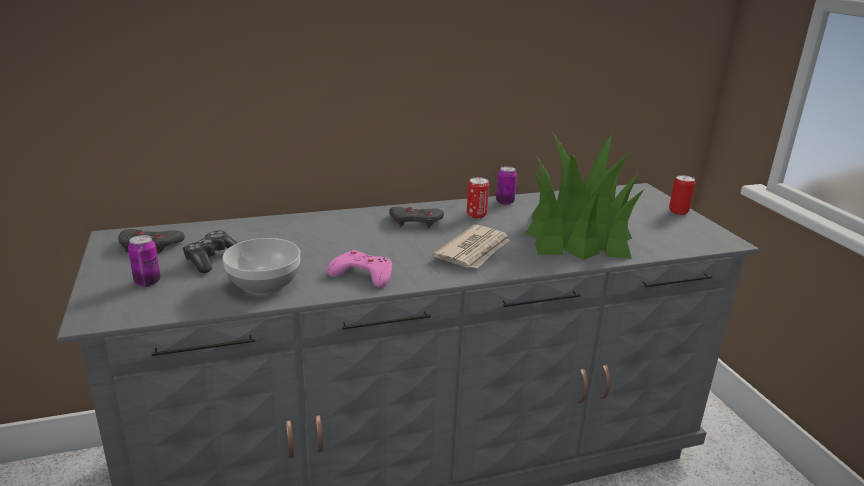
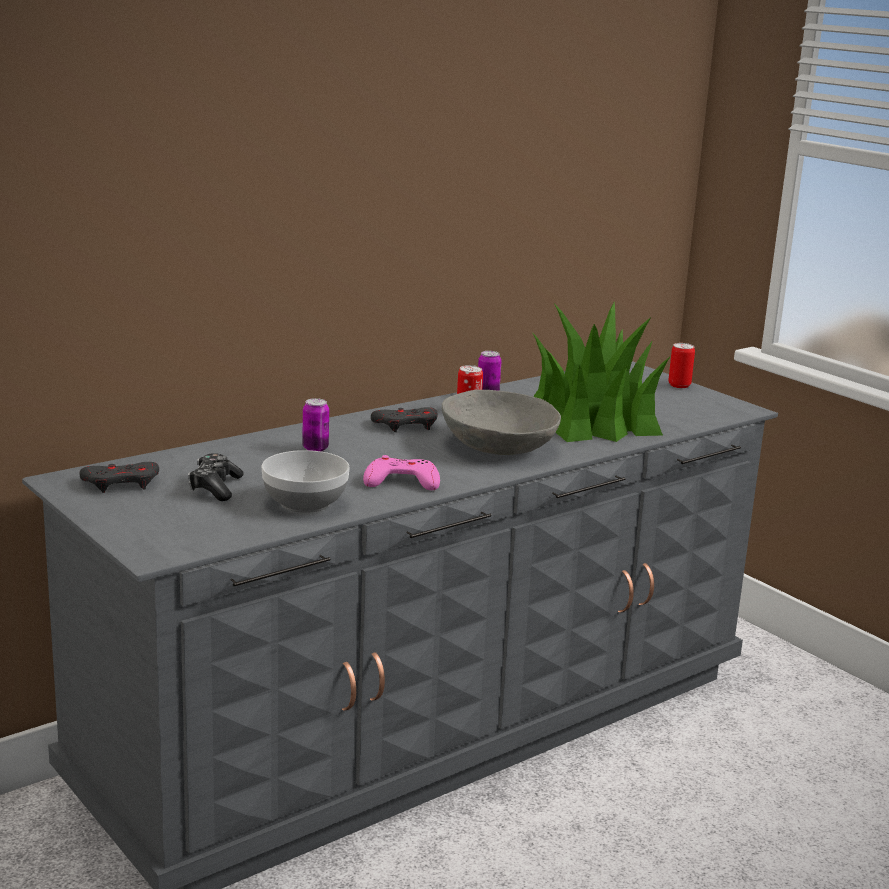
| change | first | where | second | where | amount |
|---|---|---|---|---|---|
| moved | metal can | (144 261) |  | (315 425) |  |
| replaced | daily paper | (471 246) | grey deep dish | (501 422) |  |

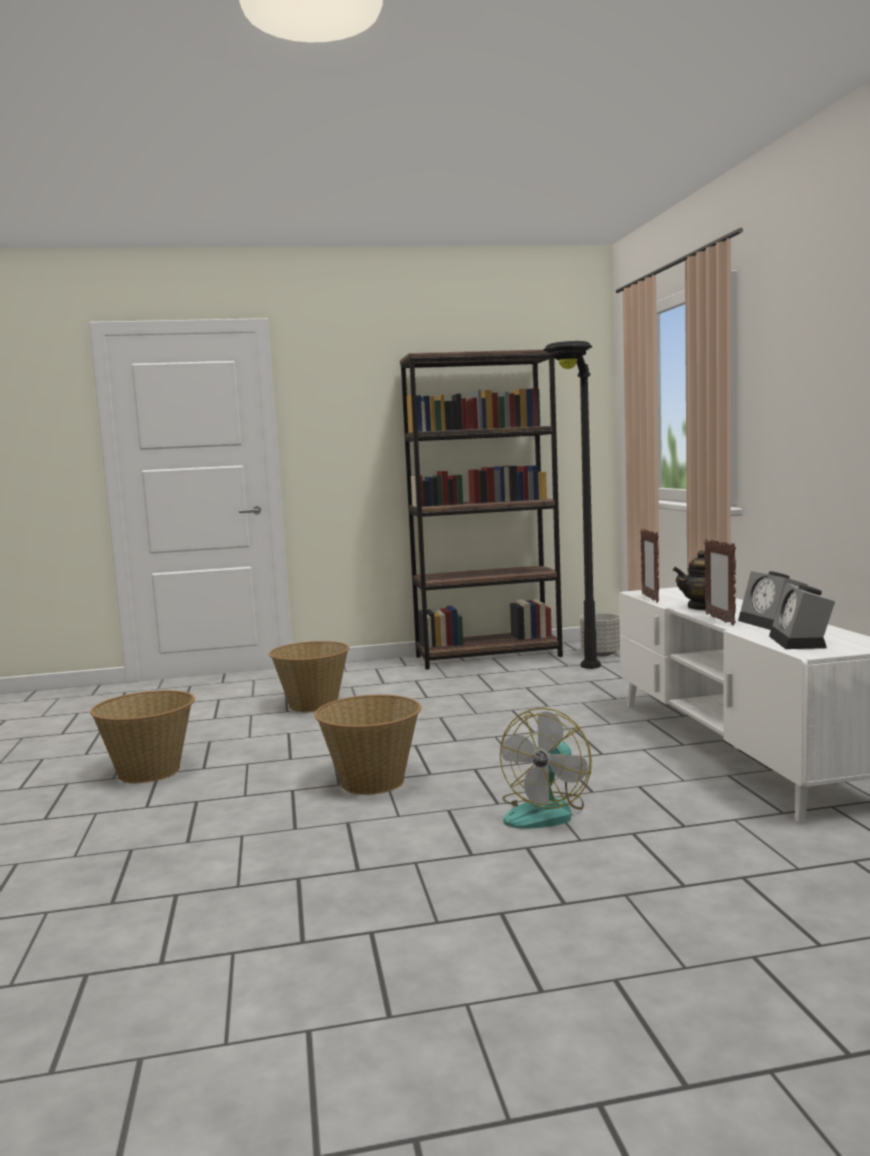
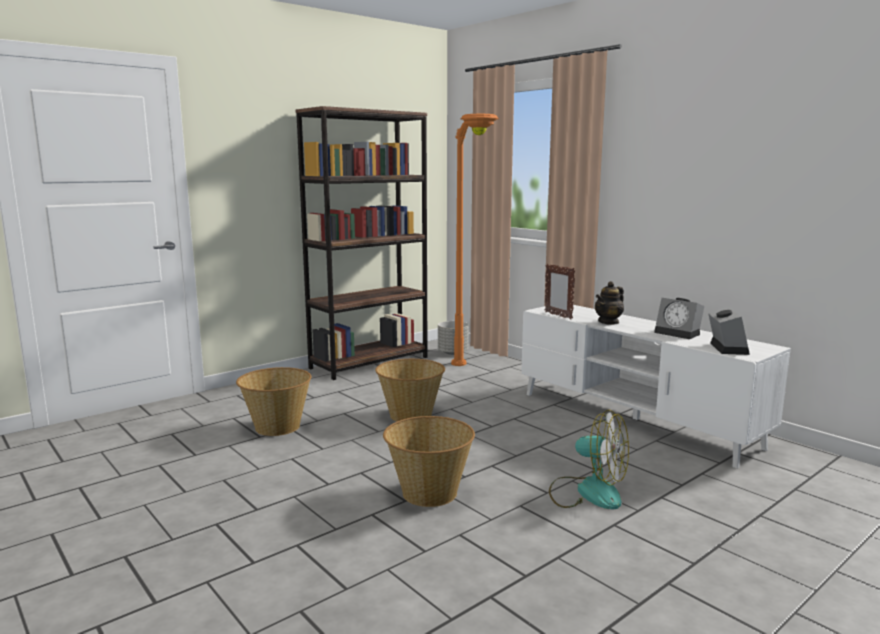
| change | first | where | second | where | amount |
|---|---|---|---|---|---|
| removed | picture frame | (720 582) |  |  |  |
| moved | storage basket | (142 736) |  | (410 390) |  |
| recoloured | blackish floor lamp | (572 505) | orange floor lamp | (475 240) |  |
| turned | electric fan | (546 768) |  | (589 459) | 60 degrees counterclockwise |
| turned | table clock | (802 616) |  | (729 331) | 150 degrees counterclockwise |

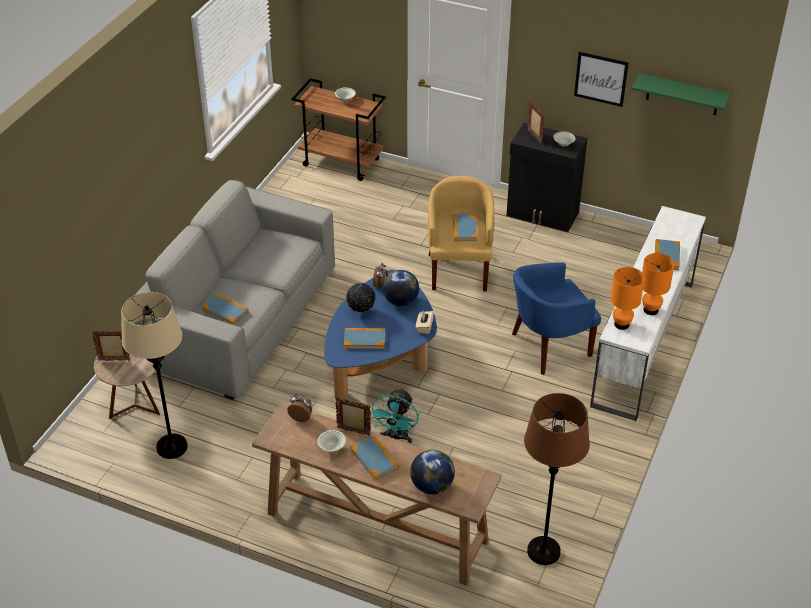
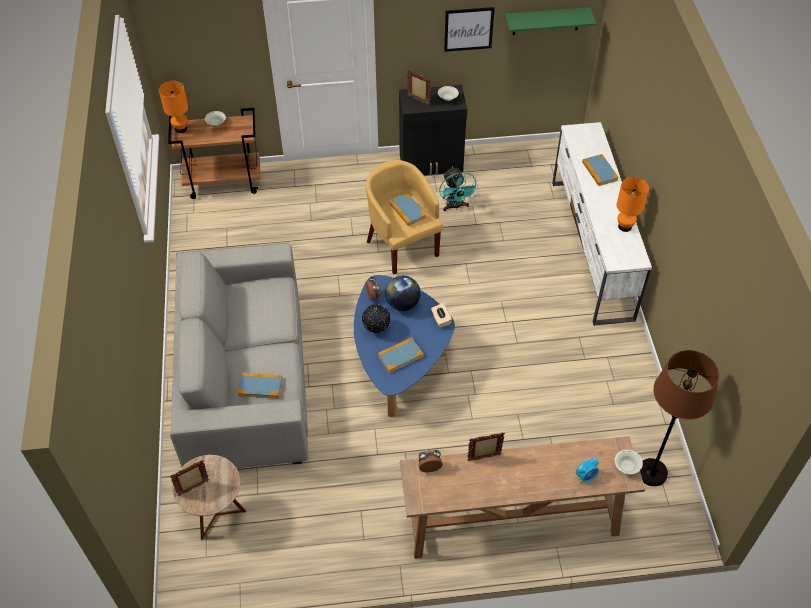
| change | first | where | second | where | amount |
|---|---|---|---|---|---|
| removed | beige floor lamp | (154 375) |  |  |  |
| removed | volume | (375 458) |  |  |  |
| removed | blue-coloured armchair | (556 318) |  |  |  |
| moved | white-coloured deep dish | (331 441) |  | (629 462) |  |
| moved | turquoise-coloured electric fan | (394 415) |  | (459 188) |  |
| moved | orange table lamp | (628 298) |  | (173 107) |  |
| replaced | desk globe | (432 472) | table clock | (587 470) |  |

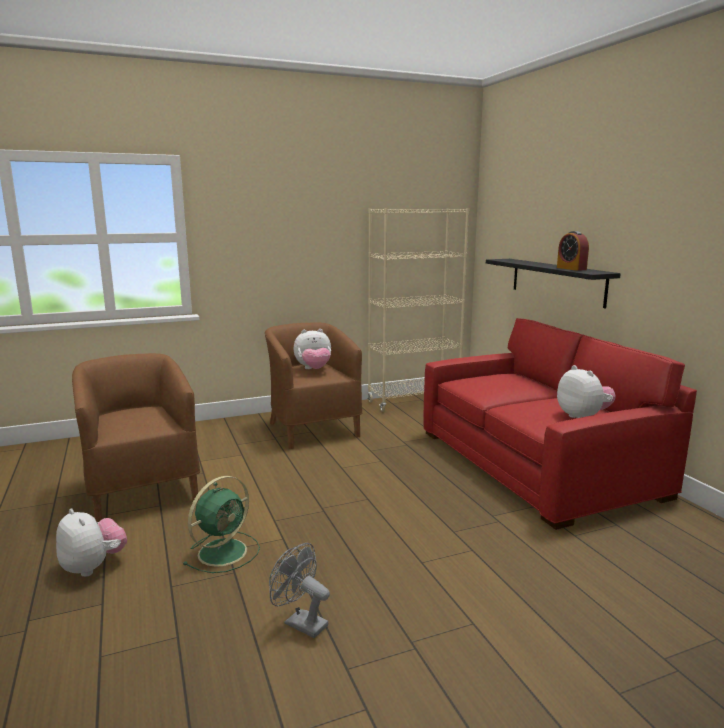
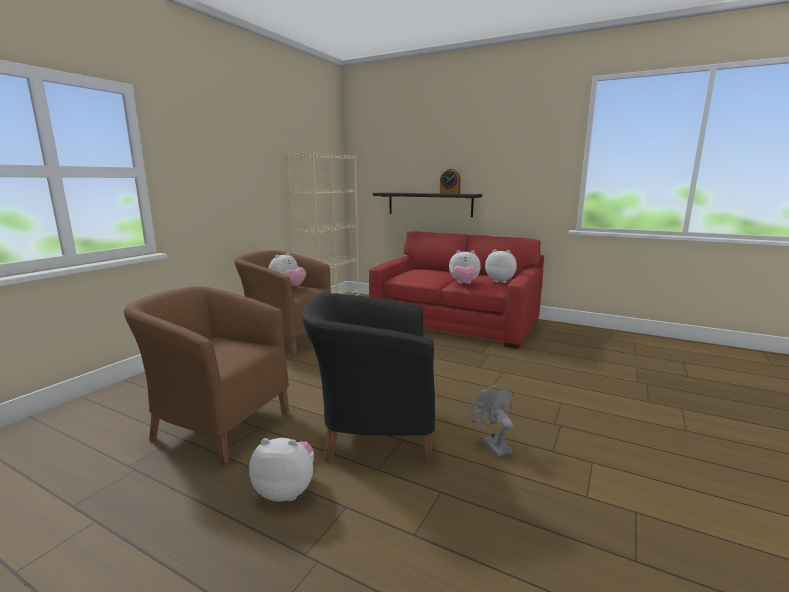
| change | first | where | second | where | amount |
|---|---|---|---|---|---|
| added |  |  | soft toy | (465 267) |  |
| replaced | green electric fan | (221 524) | blackish armchair | (368 378) |  |
| turned | grey electric fan | (299 590) |  | (491 421) | 75 degrees clockwise |

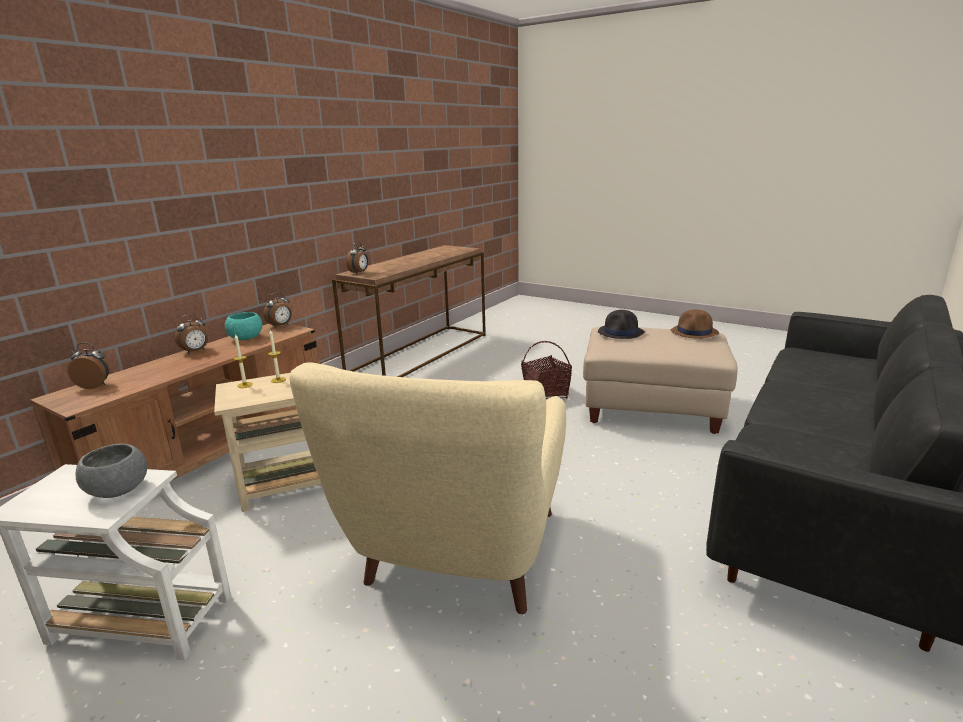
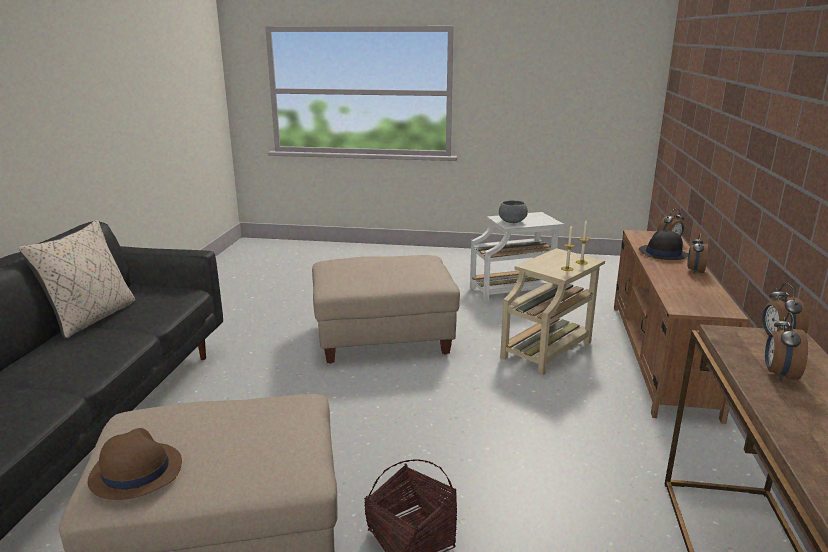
| change | first | where | second | where | amount |
|---|---|---|---|---|---|
| removed | turquoise-coloured deep dish | (243 326) |  |  |  |
| added |  |  | beige throw pillow | (77 279) |  |
| moved | table clock | (278 310) |  | (786 346) |  |
| moved | blackish clothing hat | (621 324) |  | (663 245) |  |
| replaced | beige armchair | (427 488) | beige footrest | (386 309) |  |

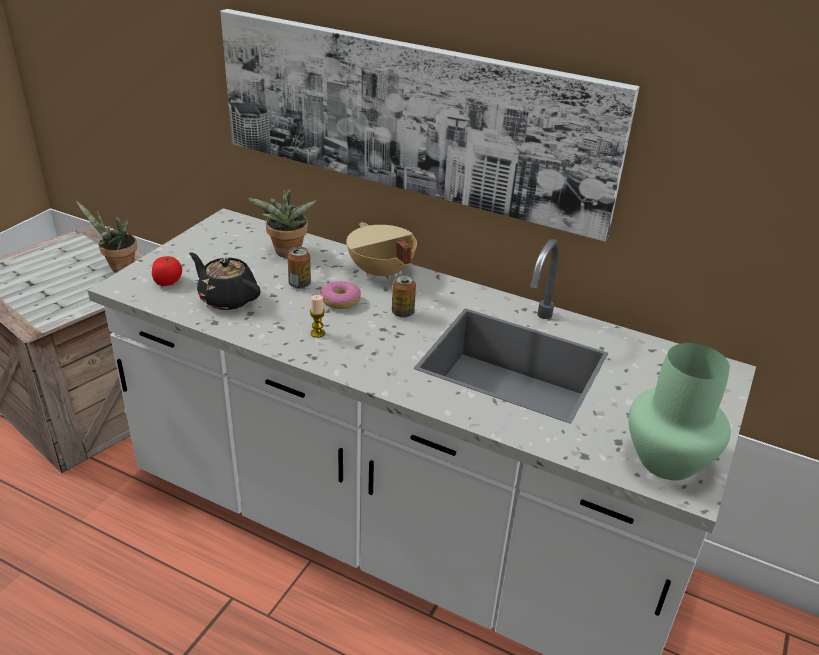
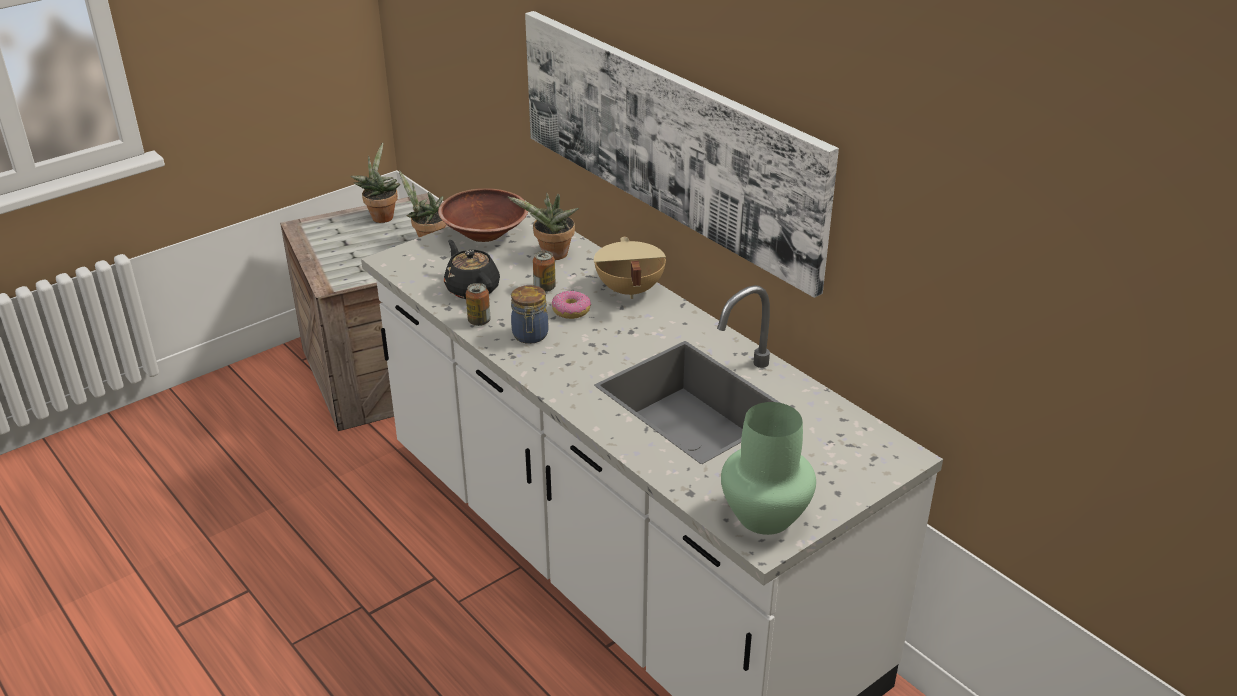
| change | first | where | second | where | amount |
|---|---|---|---|---|---|
| removed | whole tomato | (167 271) |  |  |  |
| added |  |  | potted plant | (375 183) |  |
| added |  |  | brownish deep dish | (483 215) |  |
| moved | metal can | (404 296) |  | (478 304) |  |
| replaced | wax candle | (317 316) | preserve jar | (530 314) |  |

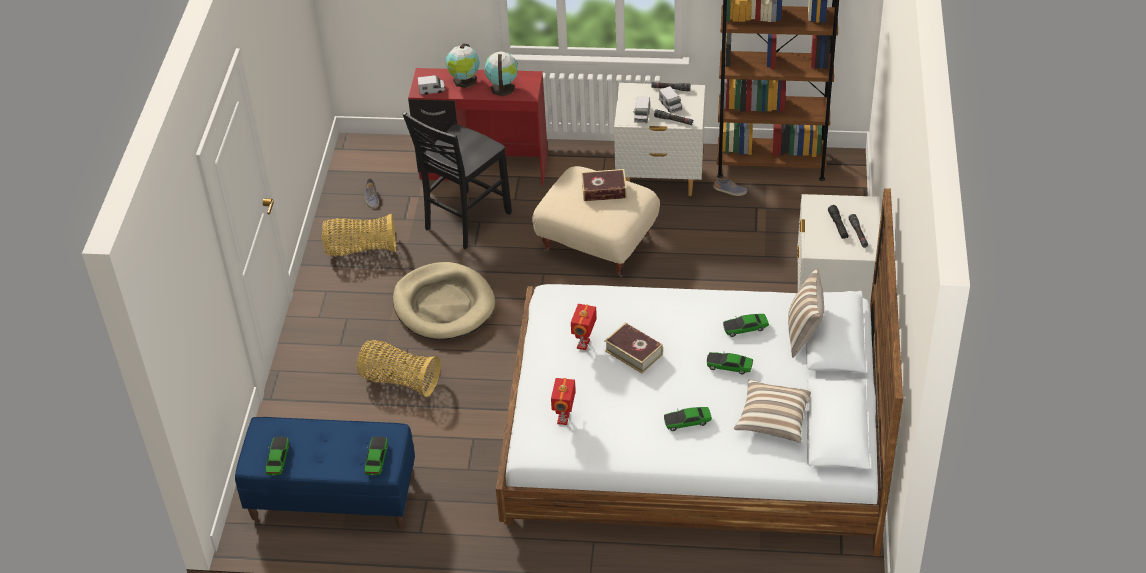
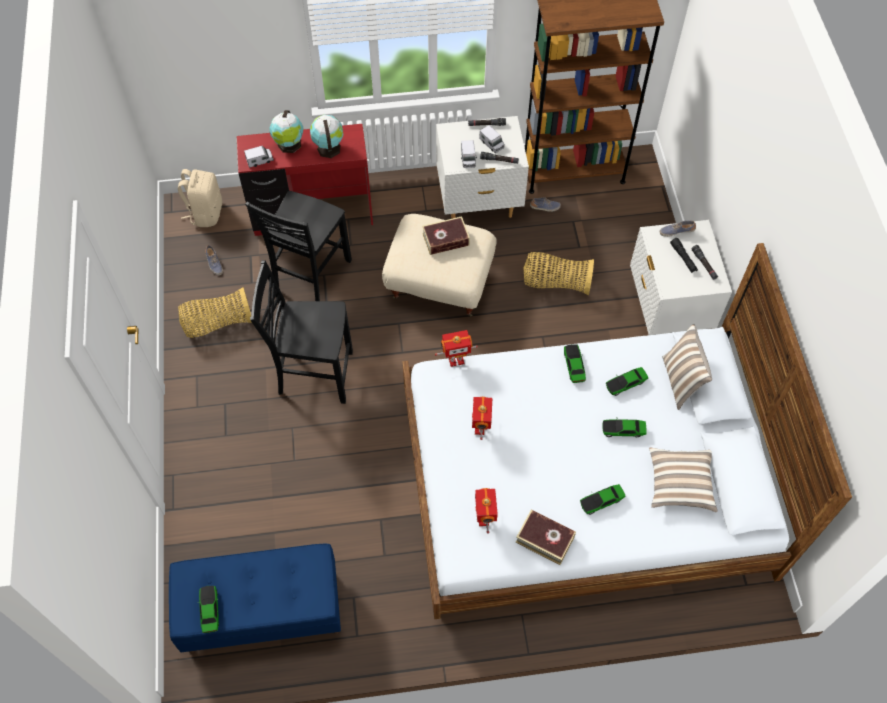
| change | first | where | second | where | amount |
|---|---|---|---|---|---|
| added |  |  | beige knapsack | (200 198) |  |
| added |  |  | model robot | (456 348) |  |
| added |  |  | item of footwear | (678 229) |  |
| moved | storage basket | (399 368) |  | (559 274) |  |
| moved | model car | (376 456) |  | (575 363) |  |
| moved | volume | (633 347) |  | (545 537) |  |
| replaced | beige pet bed | (444 301) | blackish plain chair | (301 332) |  |

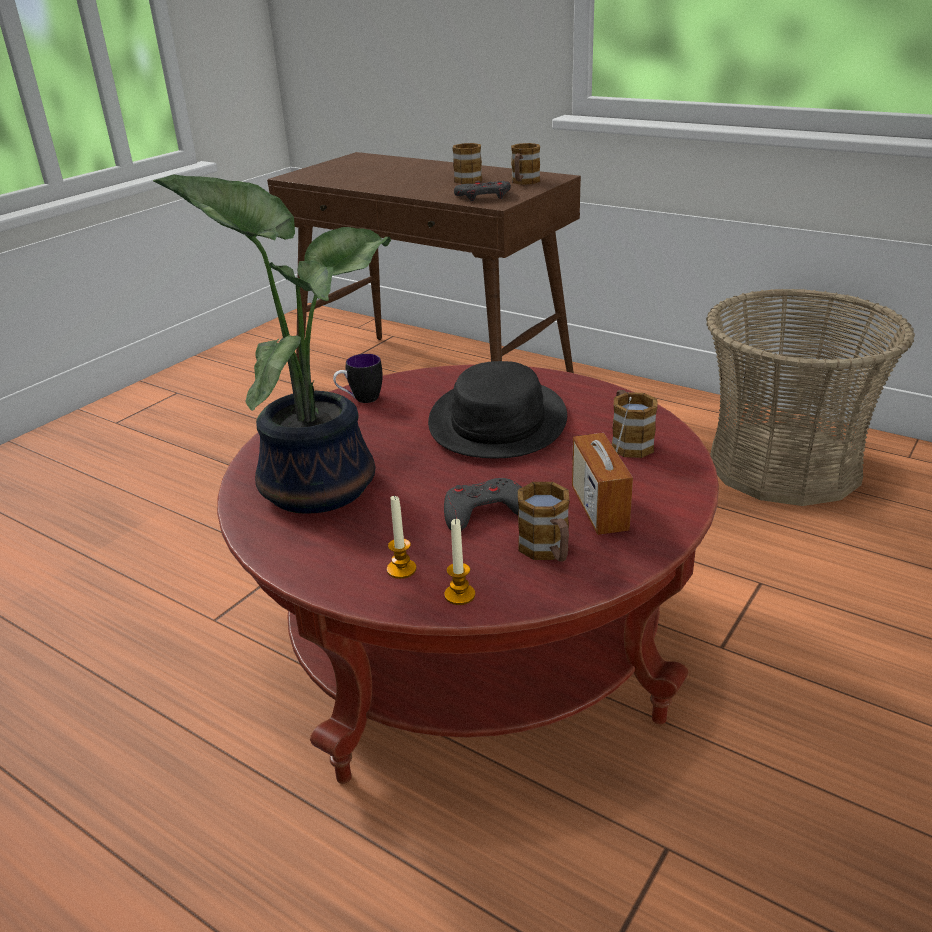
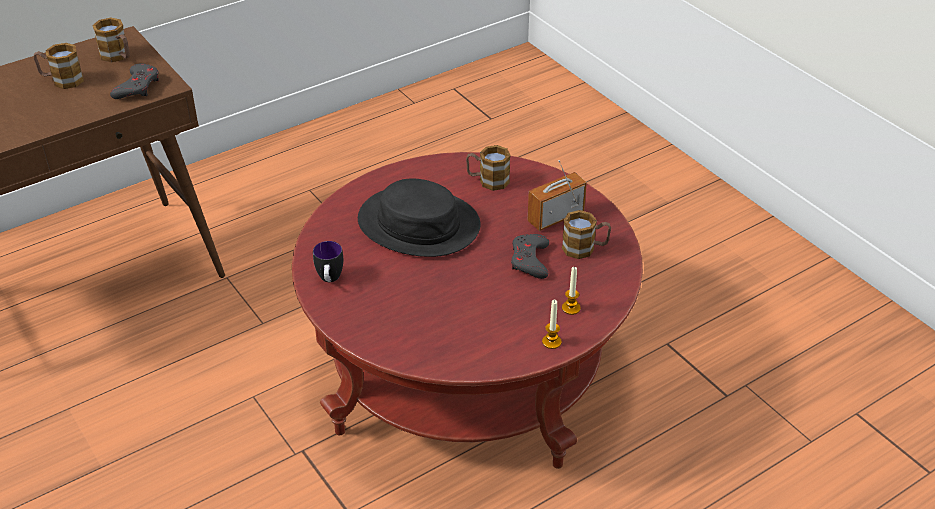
| change | first | where | second | where | amount |
|---|---|---|---|---|---|
| removed | potted plant | (272 344) |  |  |  |
| removed | storage basket | (810 397) |  |  |  |
| moved | wax candle | (459 561) |  | (552 324) |  |
| turned | radio | (602 466) |  | (557 195) | 135 degrees clockwise |

